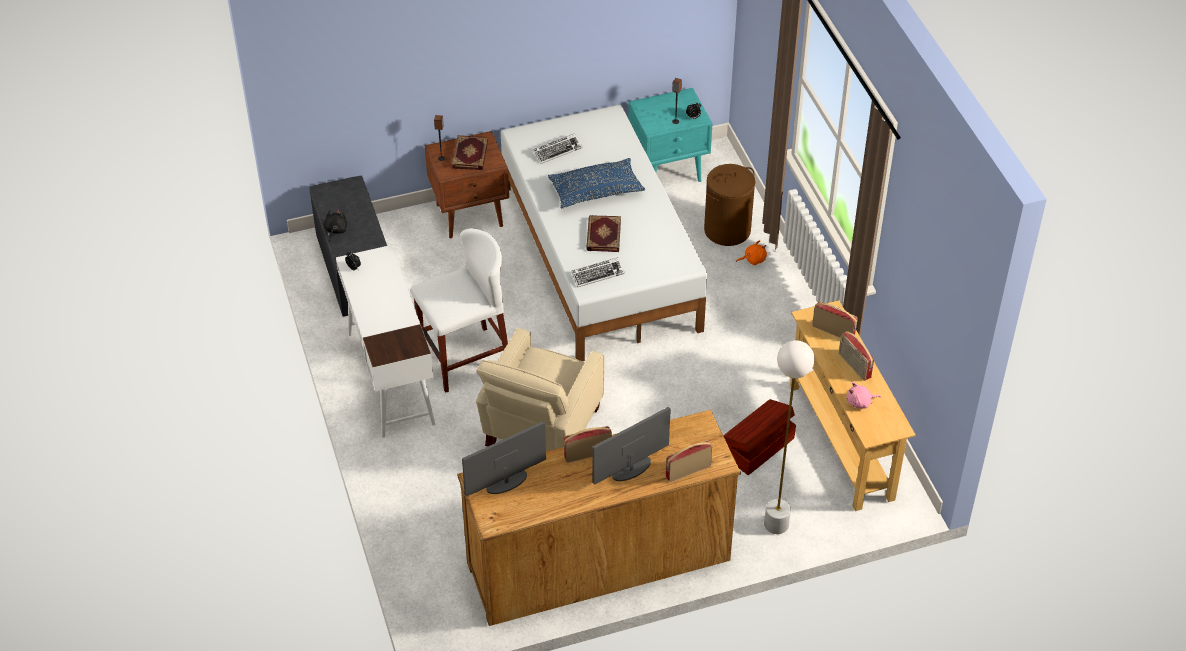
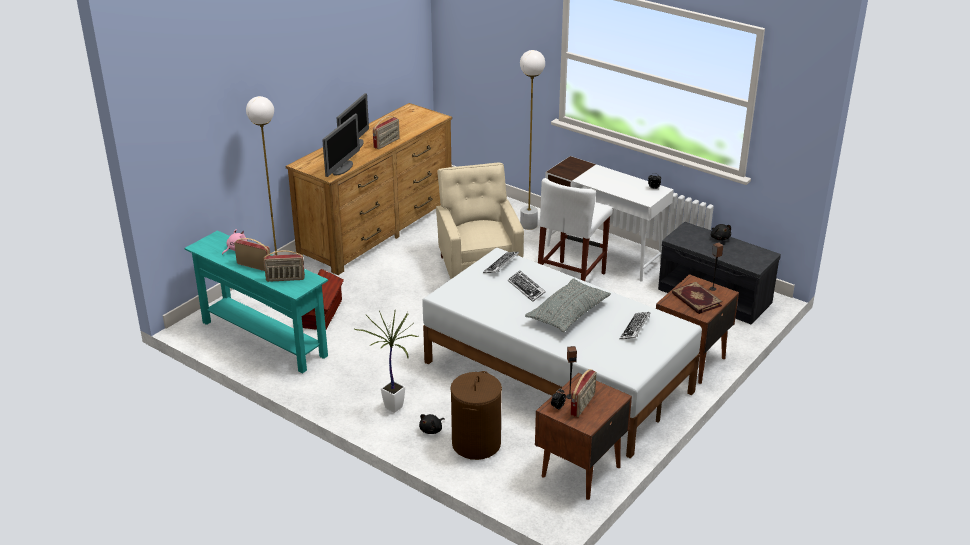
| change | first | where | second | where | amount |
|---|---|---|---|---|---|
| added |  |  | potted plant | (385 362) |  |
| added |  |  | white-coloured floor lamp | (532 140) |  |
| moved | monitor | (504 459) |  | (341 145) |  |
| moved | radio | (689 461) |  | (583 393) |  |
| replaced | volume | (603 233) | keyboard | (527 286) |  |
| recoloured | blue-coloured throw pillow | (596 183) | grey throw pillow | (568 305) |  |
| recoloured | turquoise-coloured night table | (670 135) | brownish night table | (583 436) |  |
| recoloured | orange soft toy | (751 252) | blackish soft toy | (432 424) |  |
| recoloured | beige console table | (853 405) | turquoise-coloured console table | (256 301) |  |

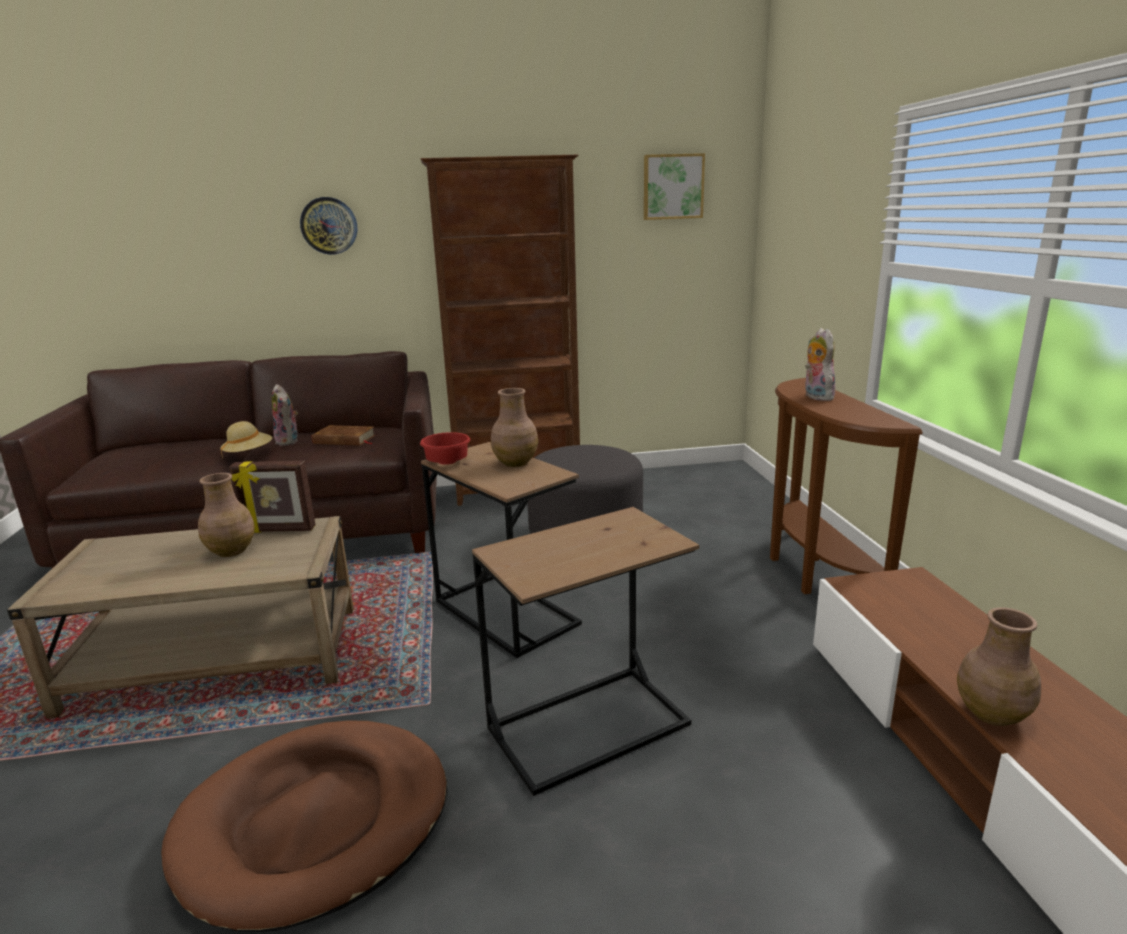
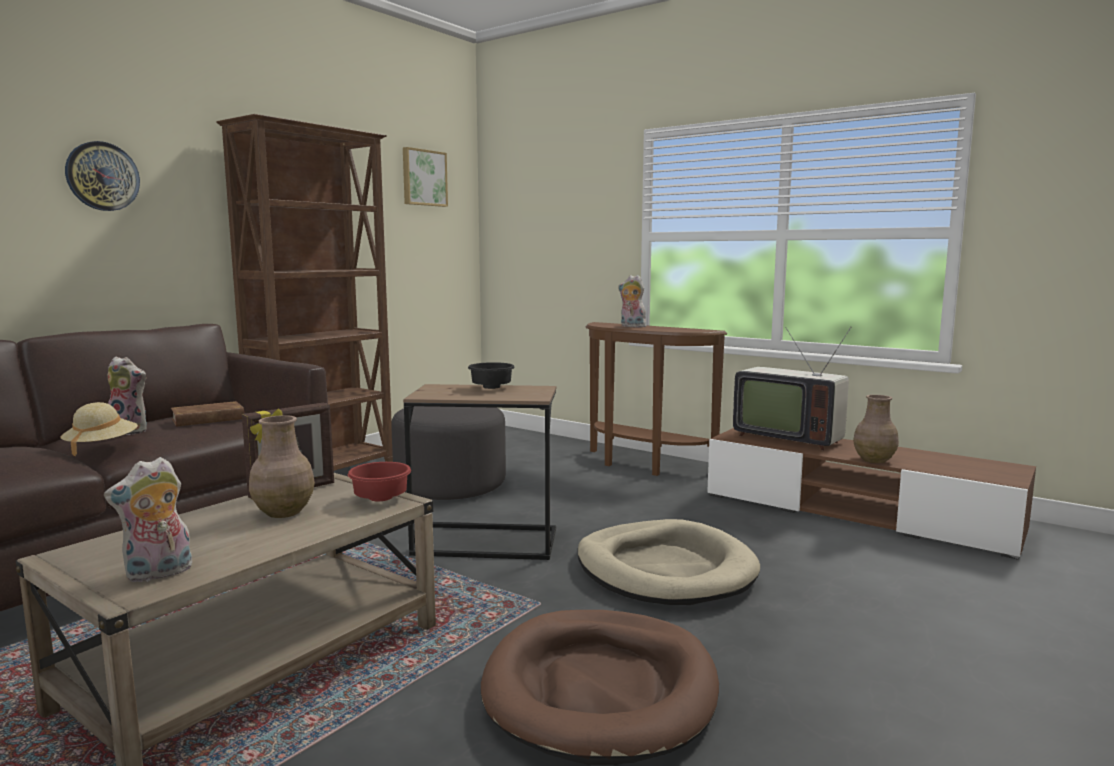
| change | first | where | second | where | amount |
|---|---|---|---|---|---|
| added |  |  | soft toy | (148 520) |  |
| added |  |  | television | (792 388) |  |
| moved | reddish deep dish | (445 448) |  | (379 481) |  |
| replaced | brownish end table | (585 651) | beige pet bed | (668 562) |  |
| replaced | brownish flower vase | (514 427) | blackish deep dish | (491 375) |  |

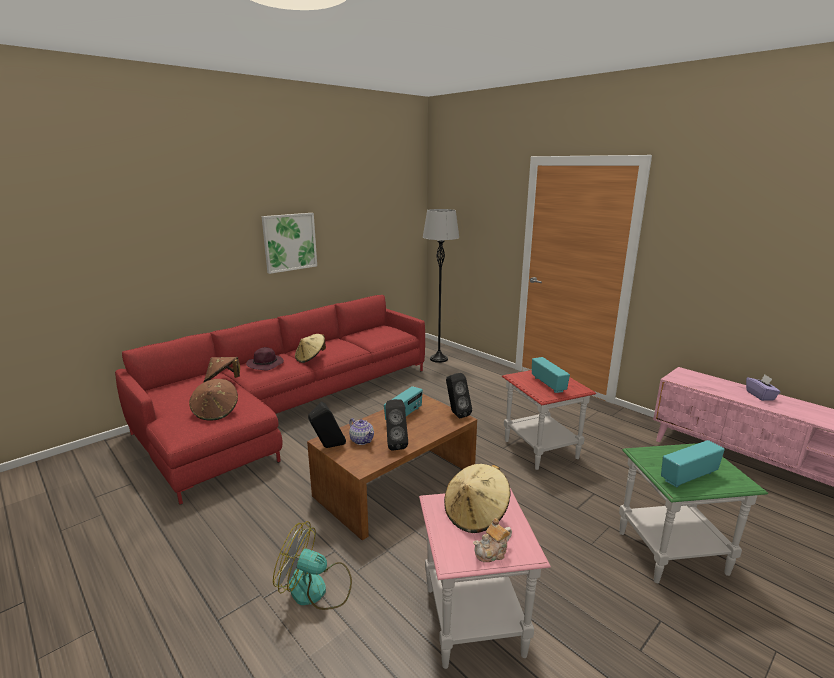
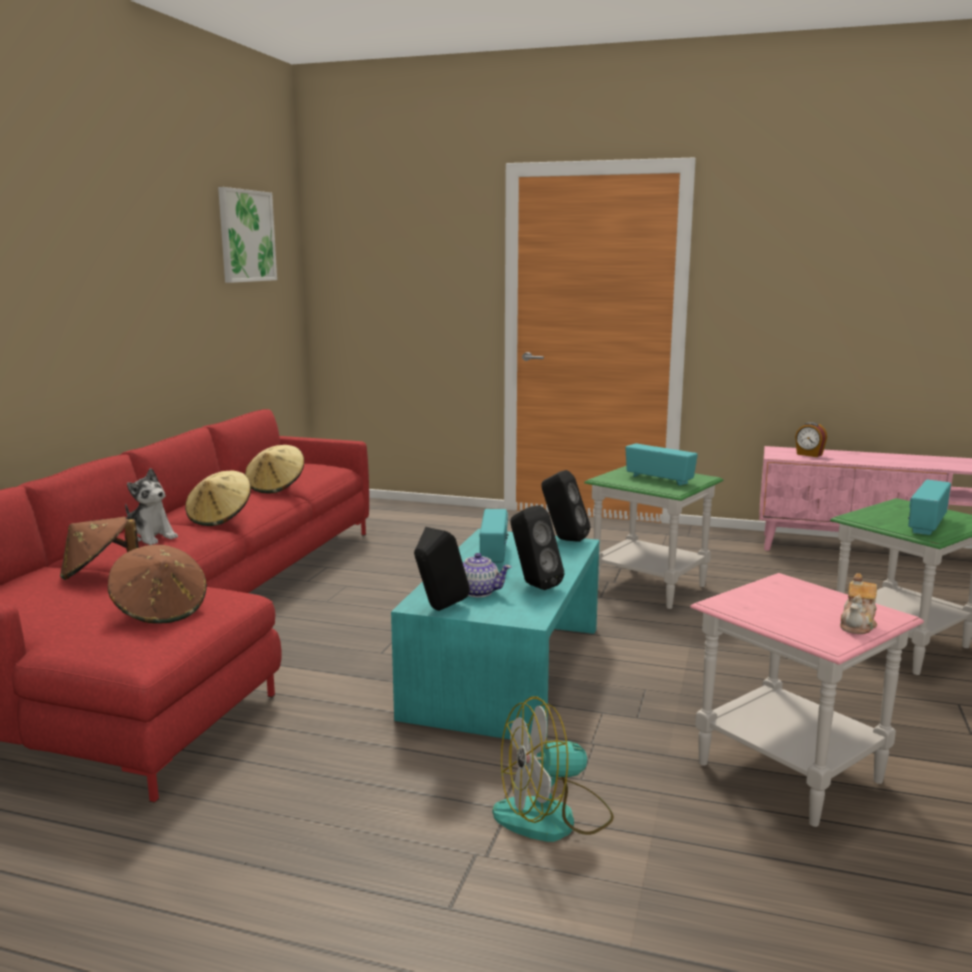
| change | first | where | second | where | amount |
|---|---|---|---|---|---|
| removed | grey floor lamp | (441 286) |  |  |  |
| removed | purple-coloured box of tissues | (763 387) |  |  |  |
| added |  |  | table clock | (811 439) |  |
| moved | wall art | (289 243) |  | (247 235) |  |
| moved | beige clothing hat | (477 498) |  | (274 469) |  |
| replaced | purple-coloured clothing hat | (265 359) | soft toy | (151 506) |  |
| recoloured | brownish lounge table | (392 467) | turquoise-coloured lounge table | (495 635) |  |
| recoloured | reddish end table | (549 420) | green end table | (653 537) |  |

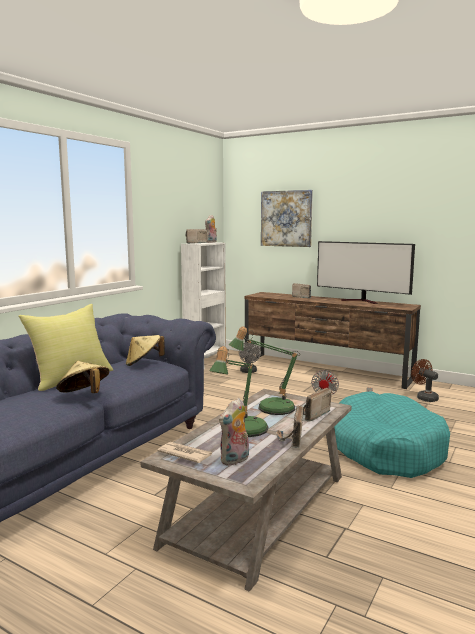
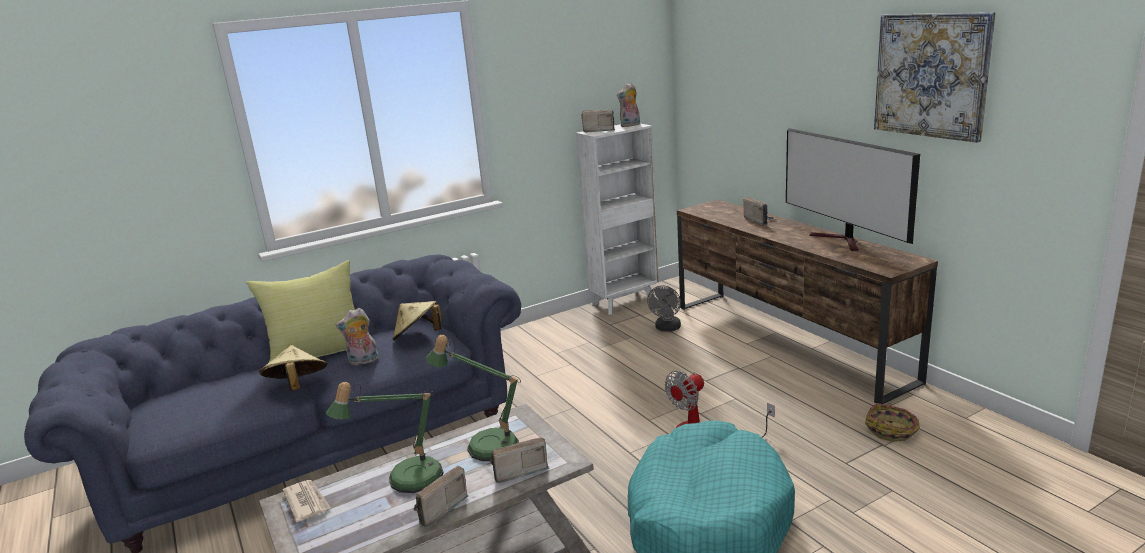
| change | first | where | second | where | amount |
|---|---|---|---|---|---|
| moved | soft toy | (234 432) |  | (357 336) |  |
| moved | wall art | (287 218) |  | (935 77) |  |
| replaced | brownish electric fan | (425 380) | storage basket | (892 422) |  |

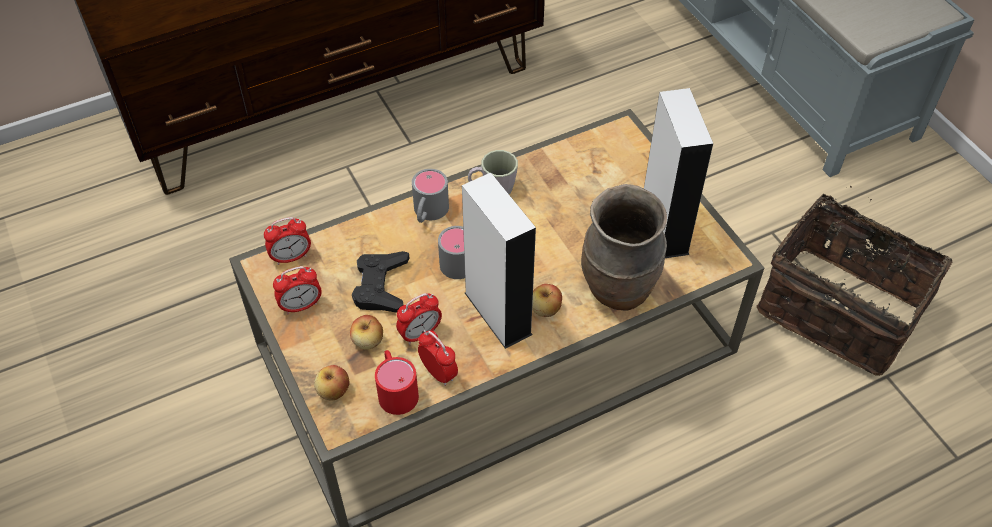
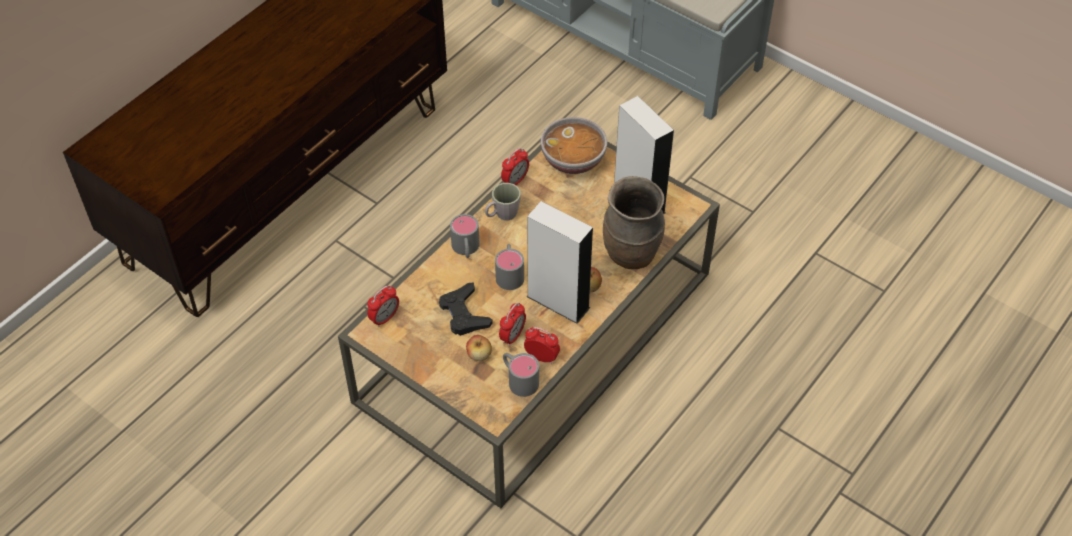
| change | first | where | second | where | amount |
|---|---|---|---|---|---|
| removed | apple fruit | (332 382) |  |  |  |
| removed | storage basket | (854 281) |  |  |  |
| added |  |  | deep dish | (574 145) |  |
| moved | table clock | (297 290) |  | (515 166) |  |
| recoloured | reddish mug | (397 382) | grey mug | (521 375) |  |

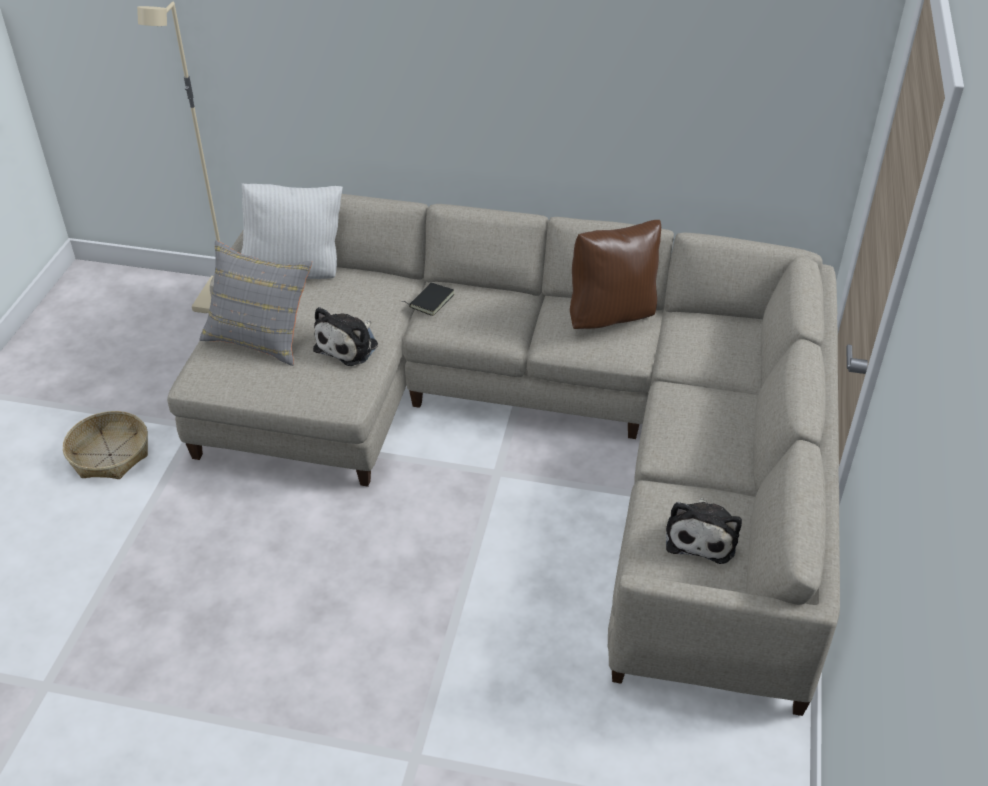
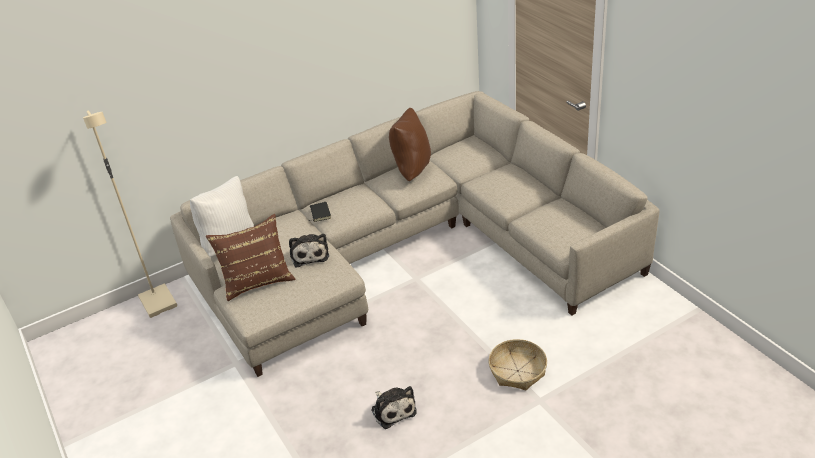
| change | first | where | second | where | amount |
|---|---|---|---|---|---|
| moved | storage basket | (105 445) |  | (518 364) |  |
| moved | soft toy | (704 531) |  | (394 407) |  |
| recoloured | grey throw pillow | (255 303) | brownish throw pillow | (251 257) |  |

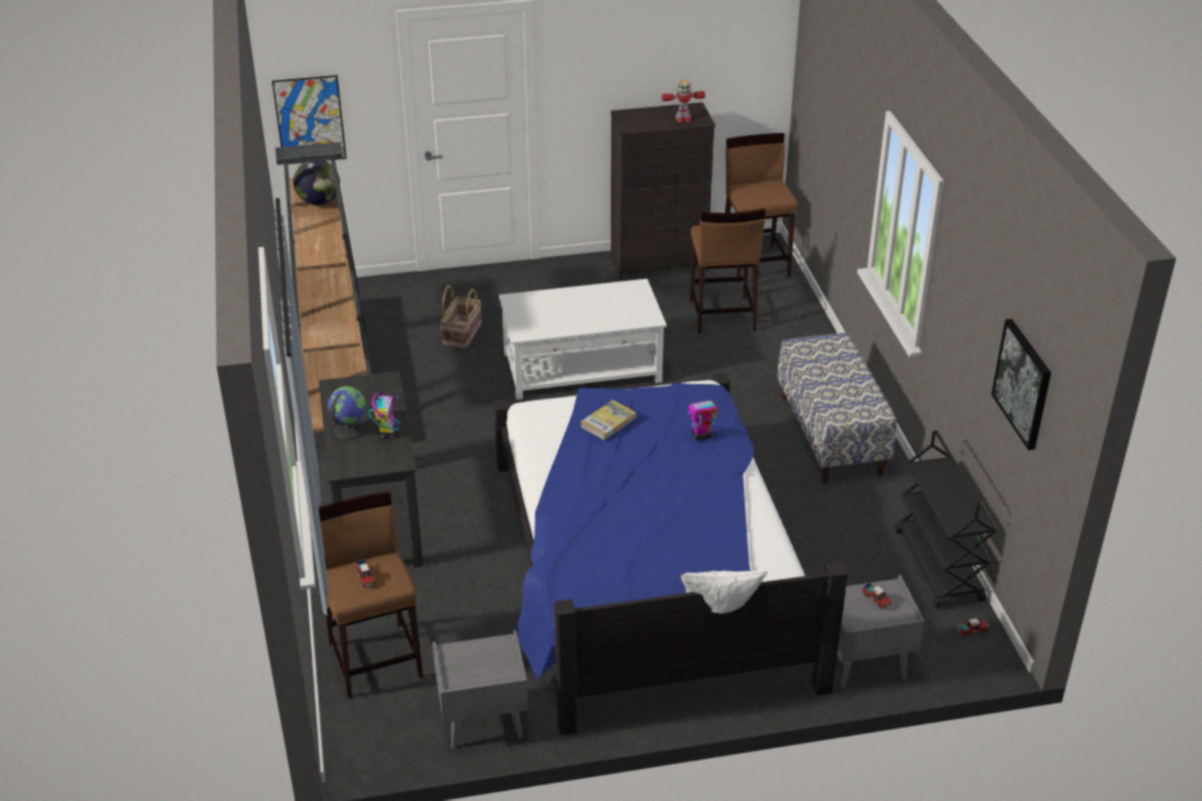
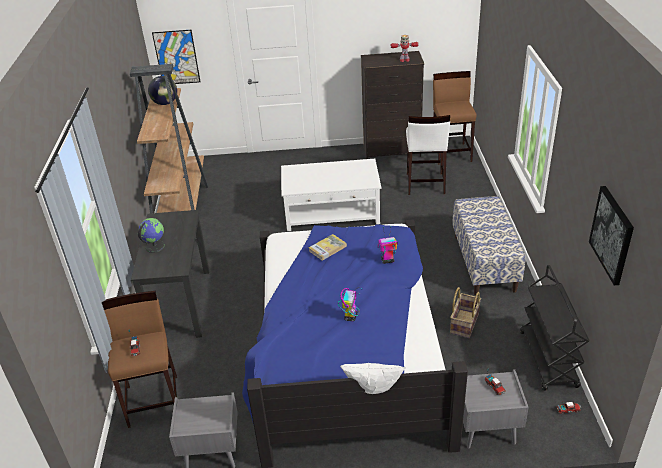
| change | first | where | second | where | amount |
|---|---|---|---|---|---|
| moved | model robot | (385 414) |  | (350 304) |  |
| moved | storage basket | (461 317) |  | (465 312) |  |
| recoloured | brownish stool | (728 271) | white-coloured stool | (428 155) |  |

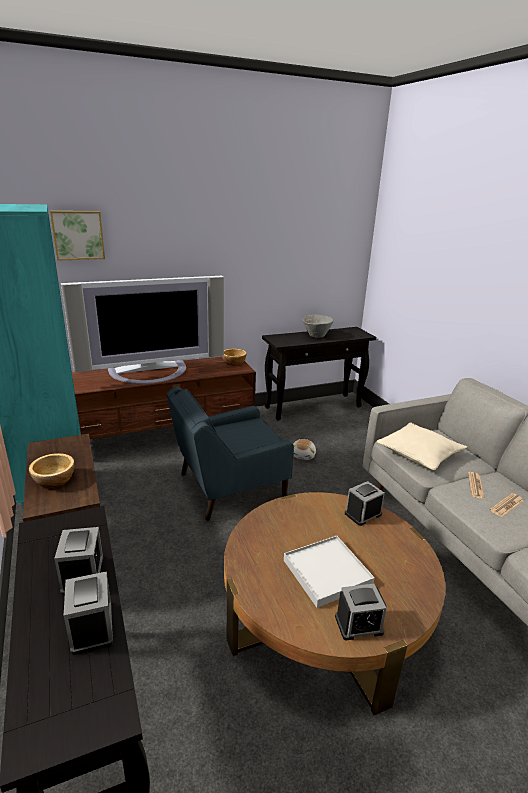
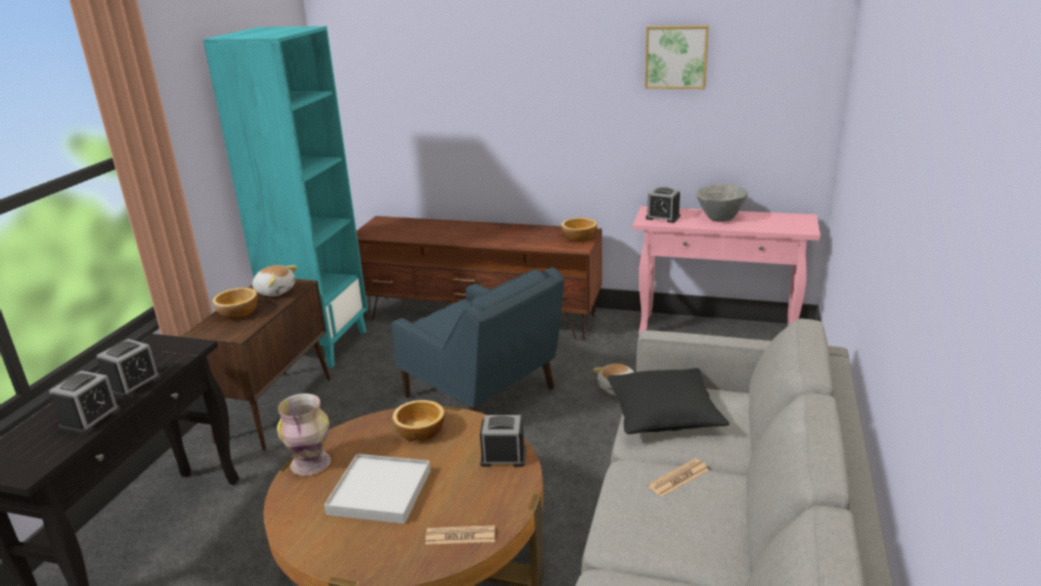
| change | first | where | second | where | amount |
|---|---|---|---|---|---|
| removed | television | (142 330) |  |  |  |
| added |  |  | soft toy | (274 280) |  |
| added |  |  | flower vase | (304 434) |  |
| added |  |  | deep dish | (418 420) |  |
| moved | wall art | (77 236) |  | (677 57) |  |
| moved | table clock | (361 612) |  | (663 205) |  |
| moved | daily paper | (506 505) |  | (460 535) |  |
| recoloured | blackish console table | (319 374) | pinkish console table | (726 270) |  |
| recoloured | beige throw pillow | (421 446) | blackish throw pillow | (668 401) |  |
| turned | blue-coloured armchair | (230 453) |  | (477 339) | 150 degrees counterclockwise |

